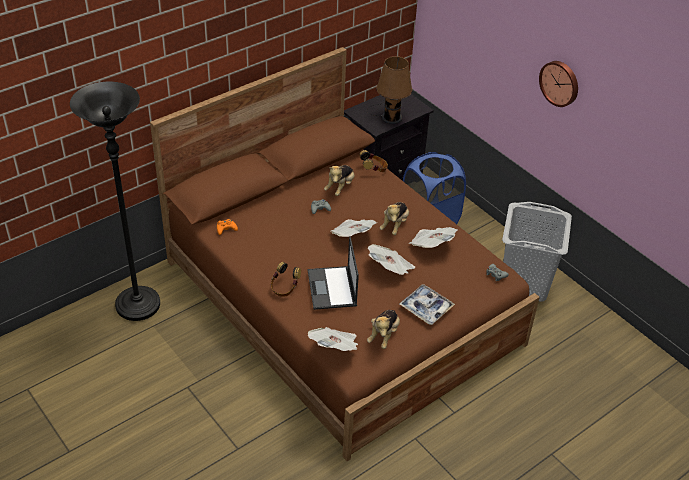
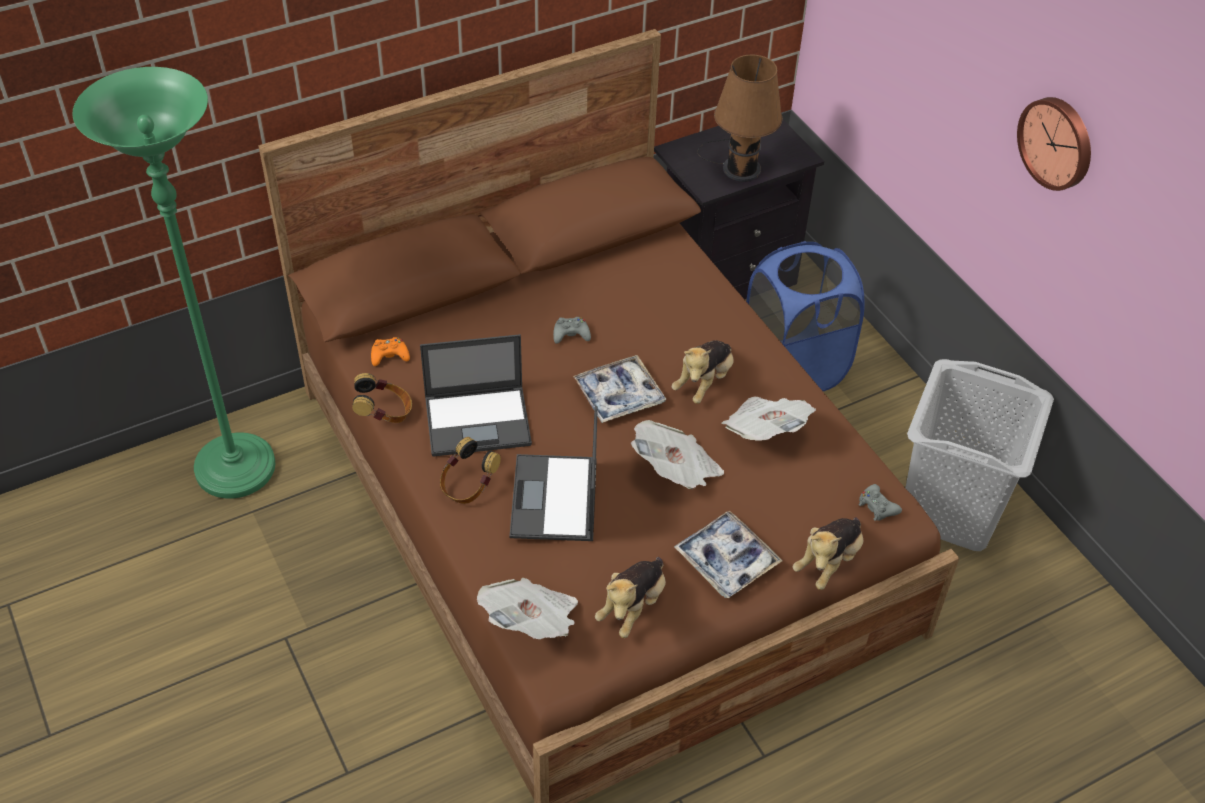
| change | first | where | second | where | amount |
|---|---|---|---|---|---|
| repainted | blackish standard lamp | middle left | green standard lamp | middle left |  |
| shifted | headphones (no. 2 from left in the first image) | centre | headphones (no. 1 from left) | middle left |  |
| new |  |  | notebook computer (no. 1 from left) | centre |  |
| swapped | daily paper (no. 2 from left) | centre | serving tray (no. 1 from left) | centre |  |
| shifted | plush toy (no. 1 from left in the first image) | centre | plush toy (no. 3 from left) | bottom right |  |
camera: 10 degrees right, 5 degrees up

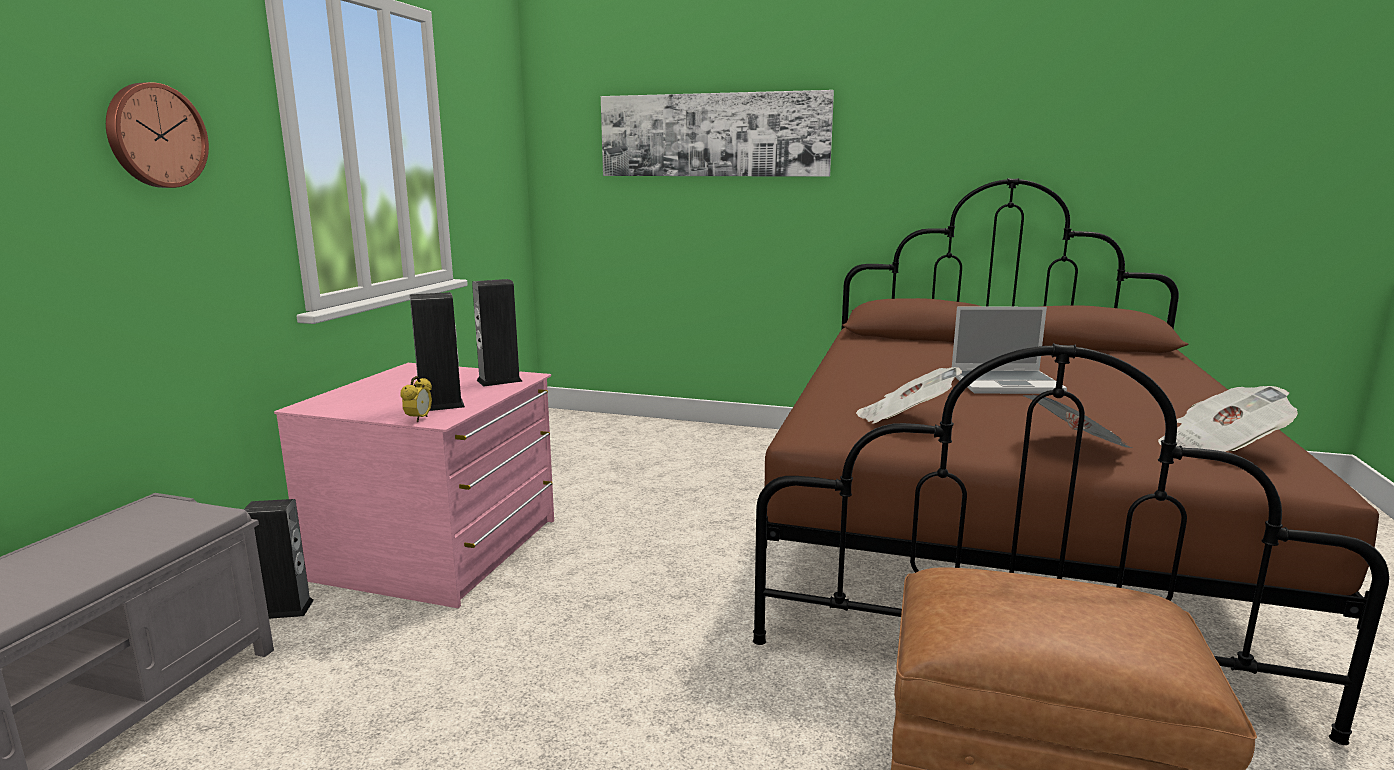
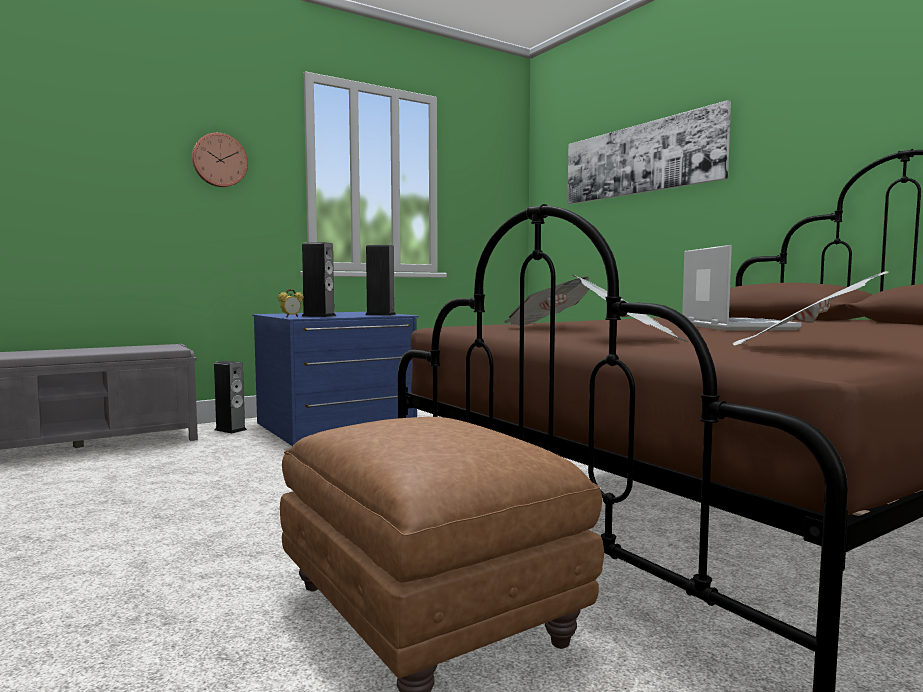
| change | first | where | second | where | amount |
|---|---|---|---|---|---|
| repainted | pink-coloured chest of drawers | middle left | bluish chest of drawers | centre |  |
| rotated | notebook computer | middle right |  | middle right | 135 degrees counterclockwise |
camera: 40 degrees right, 10 degrees down

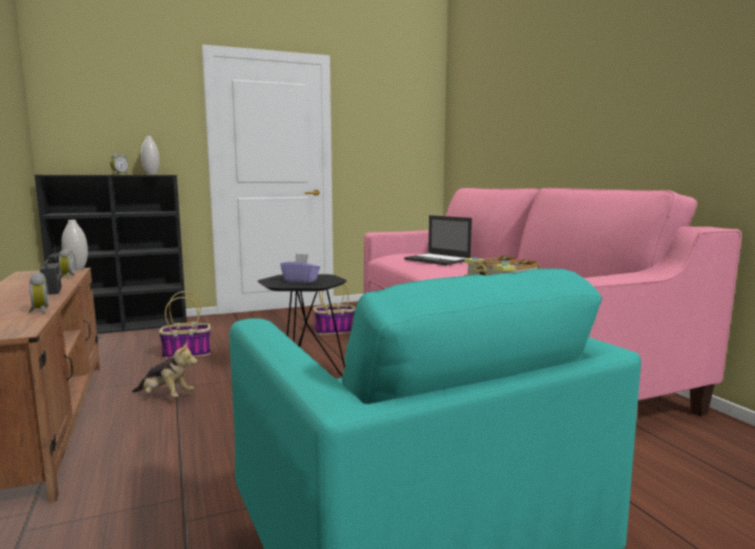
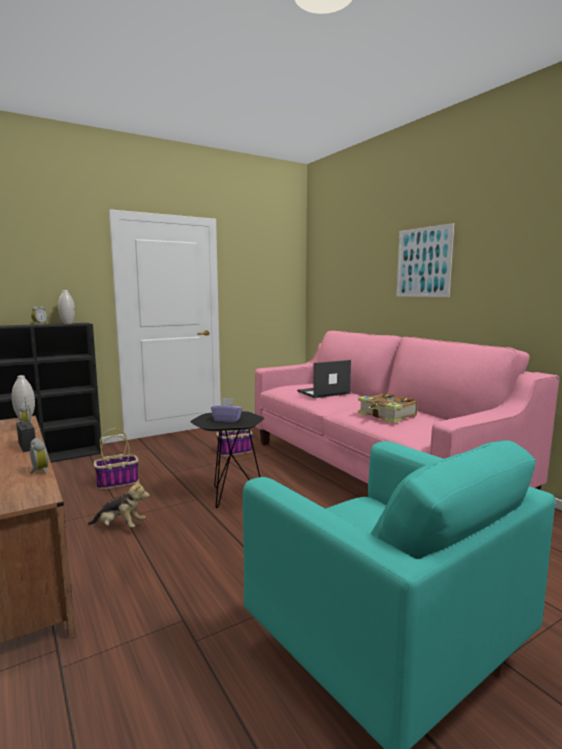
| change | first | where | second | where | amount |
|---|---|---|---|---|---|
| rotated | notebook computer | centre |  | centre | 120 degrees clockwise |
| new |  |  | picture | middle right |  |
camera: 10 degrees left, 0 degrees up

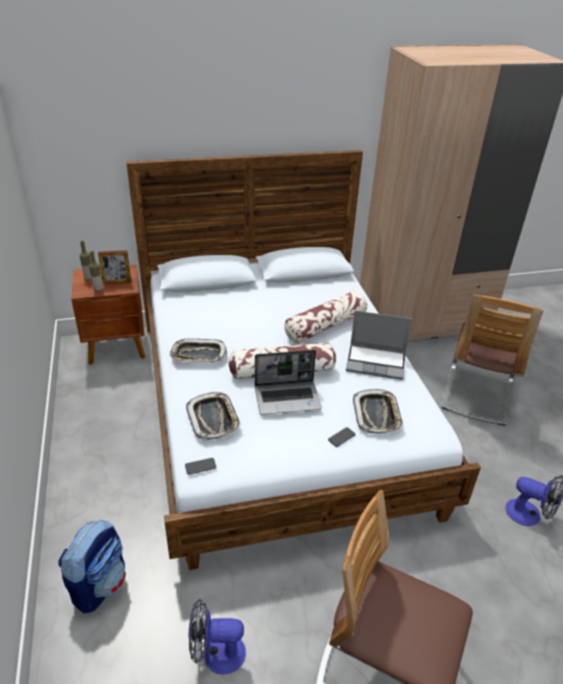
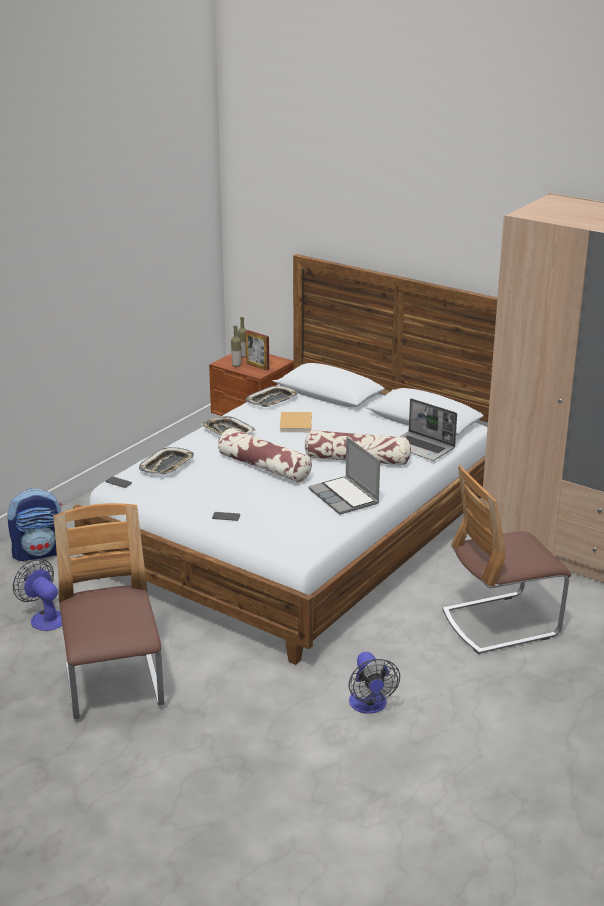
| change | first | where | second | where | amount |
|---|---|---|---|---|---|
| shifted | serving tray (no. 3 from left) | middle right |  | centre |  |
| new |  |  | sand-coloured bound book | centre |  |
| shifted | notebook computer (no. 1 from left in the first image) | centre | notebook computer (no. 2 from left) | middle right |  |
camera: 50 degrees right, 10 degrees down

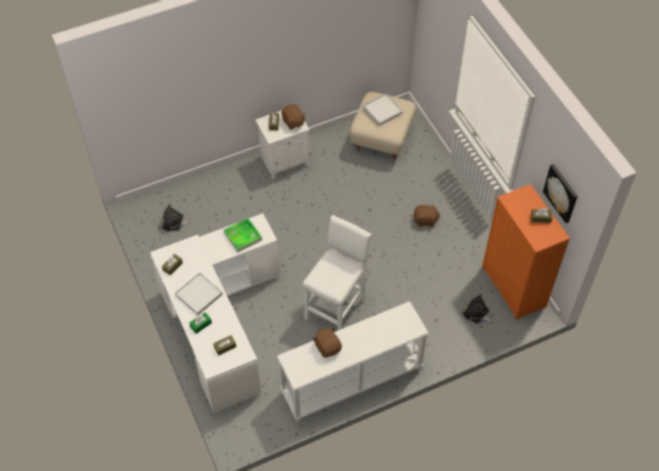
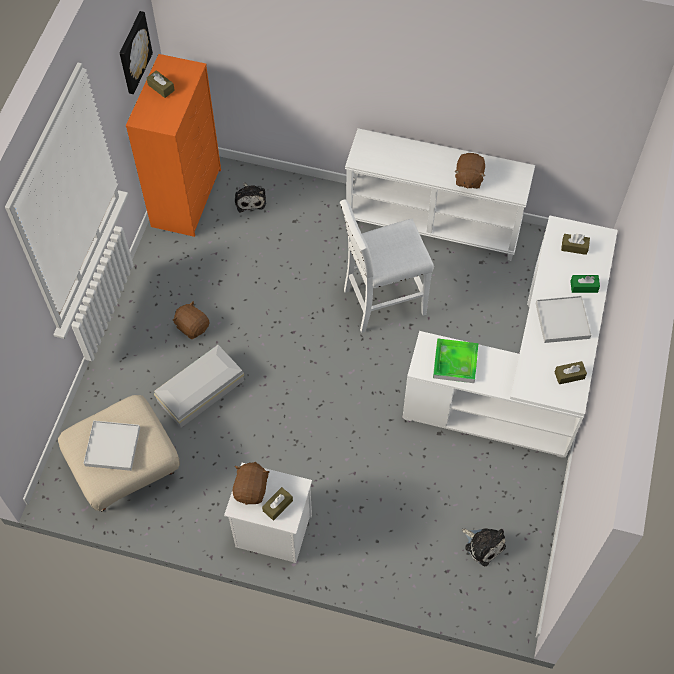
| change | first | where | second | where | amount |
|---|---|---|---|---|---|
| new |  |  | whitish storage box | middle left |  |
camera: 140 degrees left, 5 degrees up

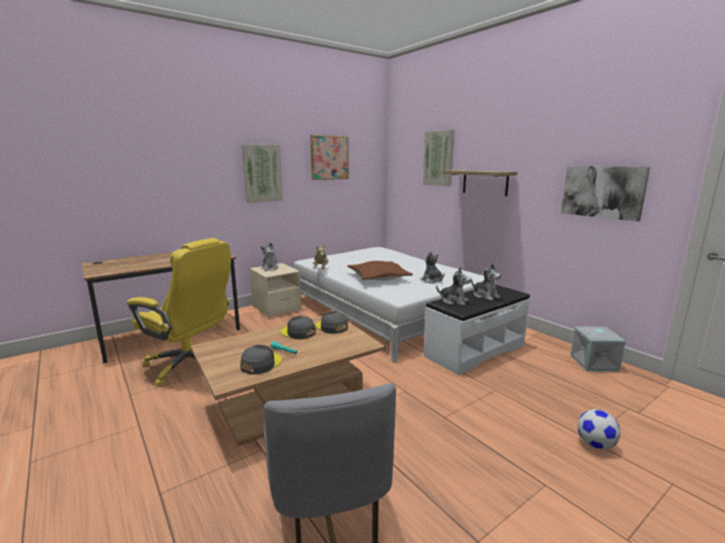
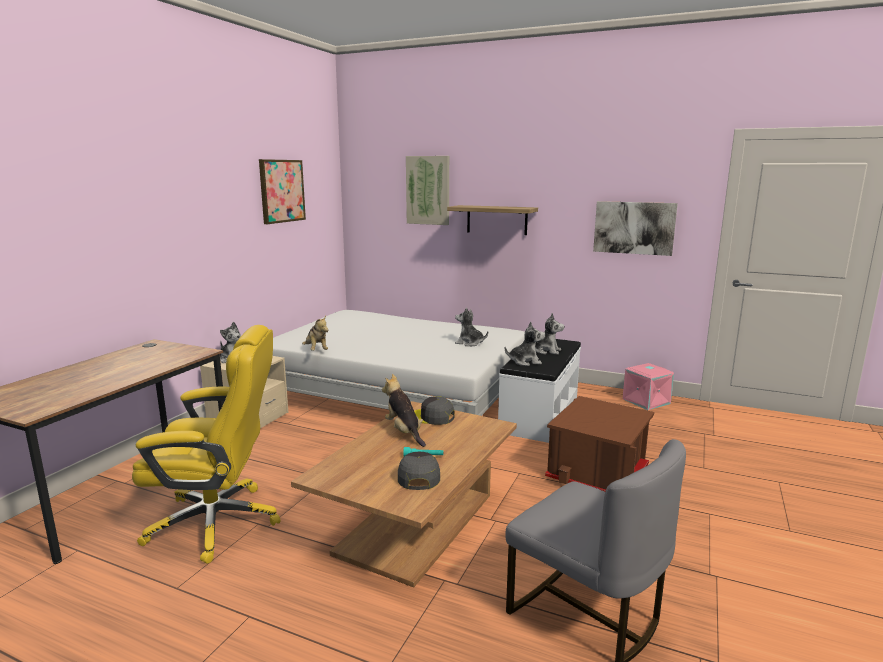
| change | first | where | second | where | amount |
|---|---|---|---|---|---|
| swapped | grey cap (no. 2 from left) | centre | plush toy (no. 3 from left) | centre |  |
| new |  |  | brown storage box | bottom right |  |
| repainted | grey storage box | middle right | pink-coloured storage box | middle right |  |
| gone | picture (no. 1 from left) | top centre |  |  |  |
| gone | brown cushion | centre |  |  |  |
| gone | football | bottom right |  |  |  |
camera: 30 degrees left, 0 degrees up

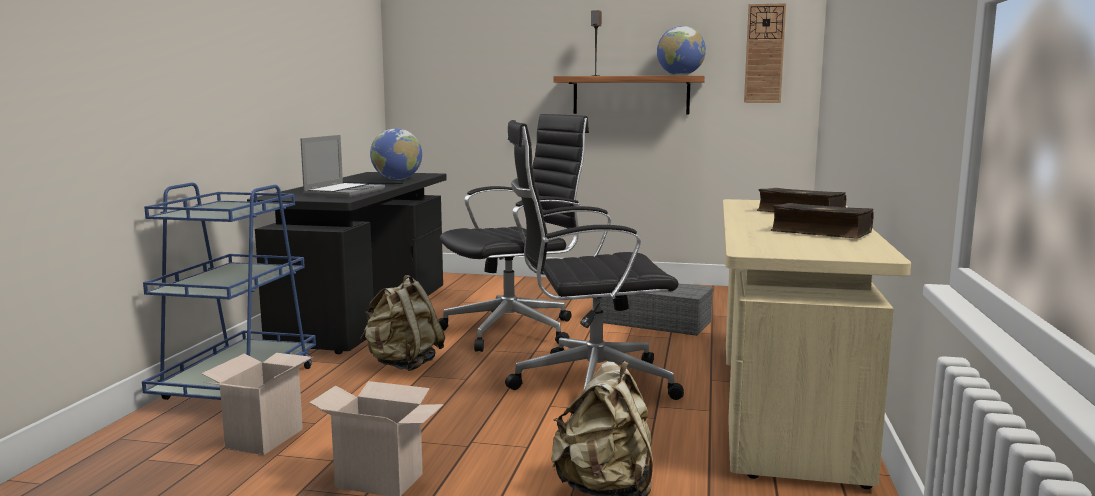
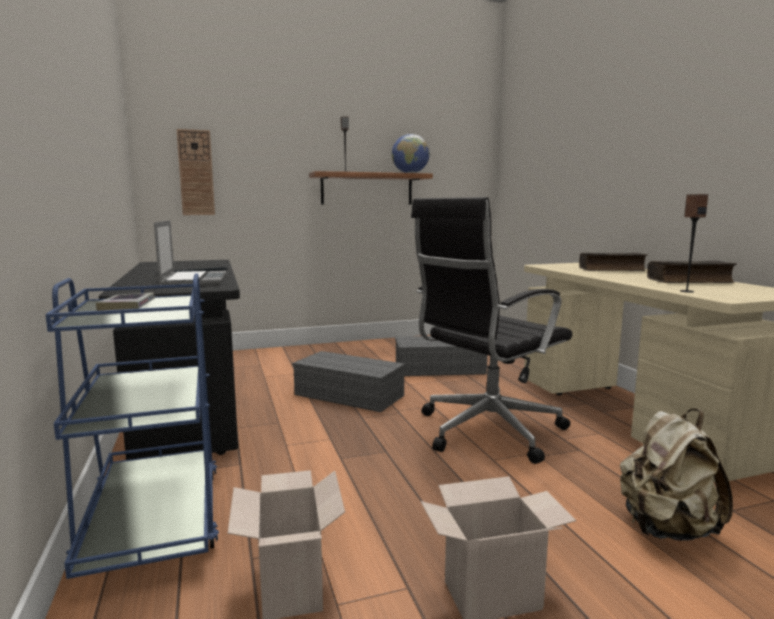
| change | first | where | second | where | amount |
|---|---|---|---|---|---|
| new |  |  | bound book (no. 1 from left) | middle left |  |
| shifted | clock on the wall | top right |  | top left |  |
| swapped | blackish desk chair (no. 1 from left) | centre | grey storage box (no. 1 from left) | centre |  |
| new |  |  | loudspeaker (no. 2 from left) | middle right |  |
| gone | sand-coloured backpack (no. 1 from left) | centre |  |  |  |
| gone | desk globe (no. 1 from left) | top centre |  |  |  |
camera: 30 degrees left, 0 degrees up

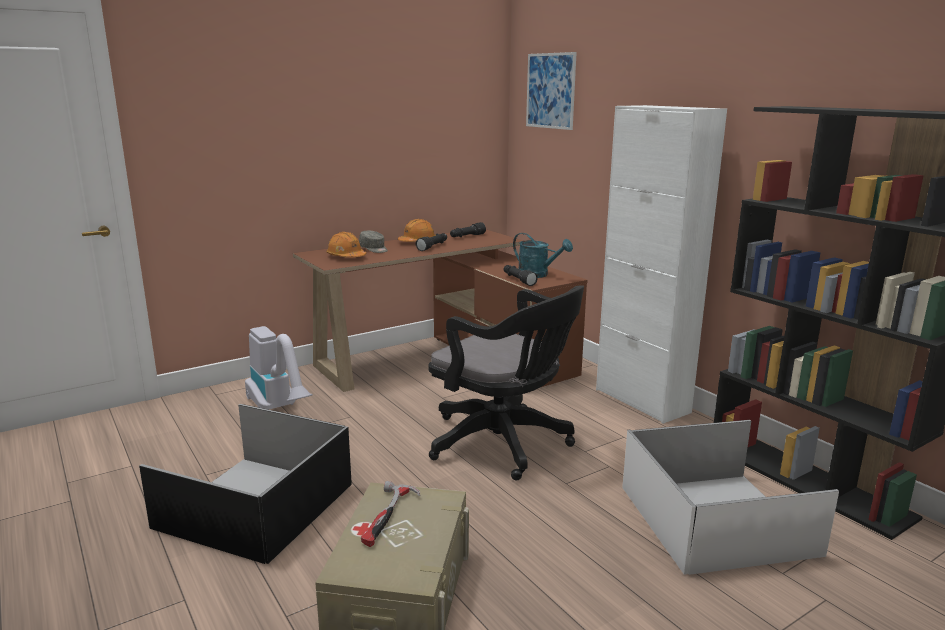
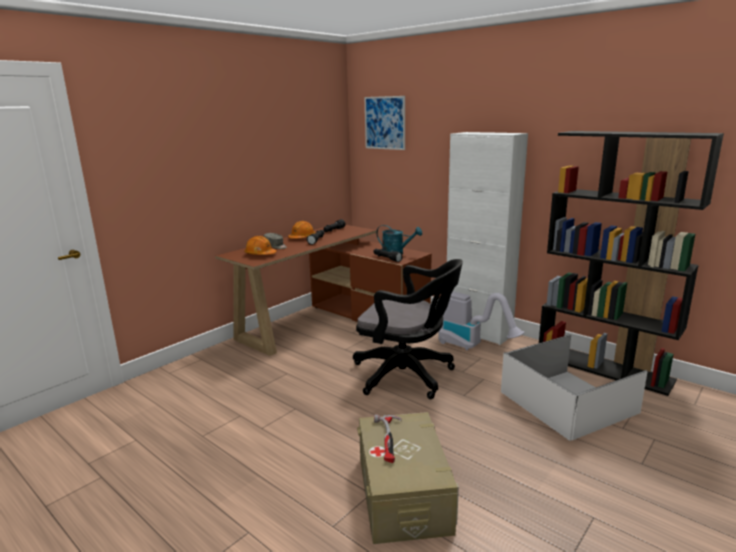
| change | first | where | second | where | amount |
|---|---|---|---|---|---|
| shifted | vacuum | middle left |  | centre |  |
| gone | blackish storage box | bottom left |  |  |  |
camera: 15 degrees left, 0 degrees up

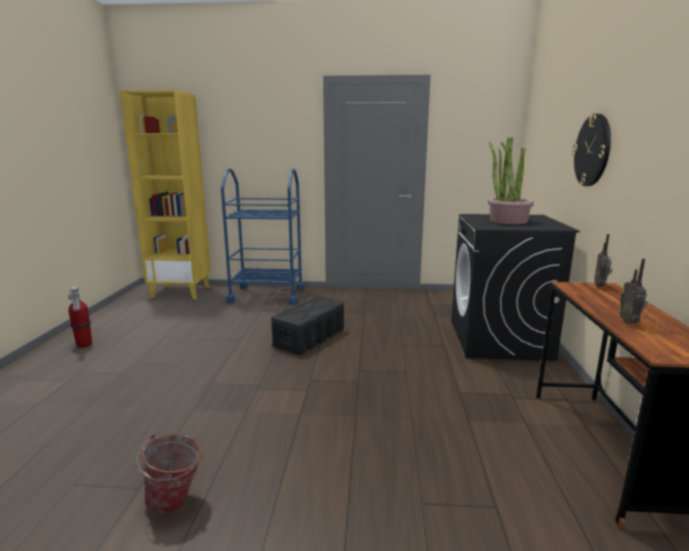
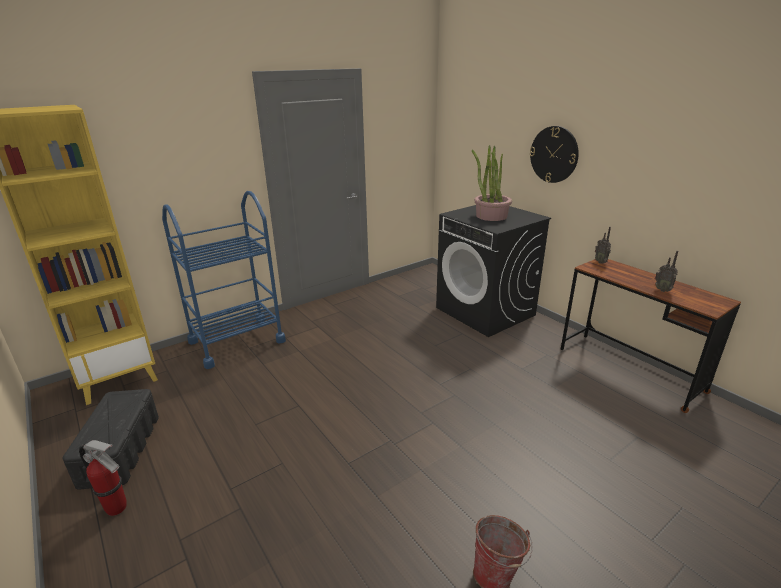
| change | first | where | second | where | amount |
|---|---|---|---|---|---|
| shifted | blackish storage box | centre |  | bottom left |  |
camera: 40 degrees left, 10 degrees up

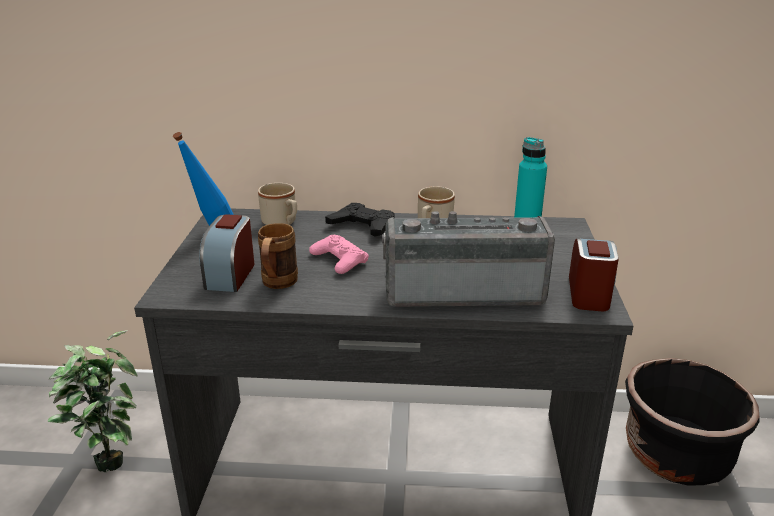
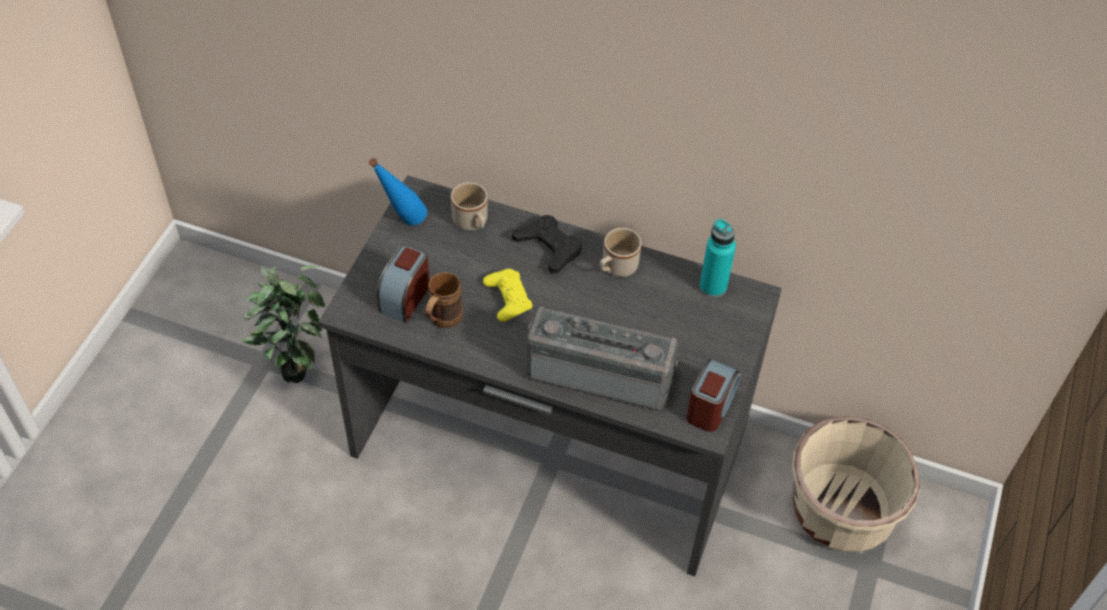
| change | first | where | second | where | amount |
|---|---|---|---|---|---|
| repainted | pink-coloured game controller | centre | yellowish game controller | centre |  |
| repainted | blackish flower pot | bottom right | sand-coloured flower pot | bottom right |  |
camera: 15 degrees right, 25 degrees up

